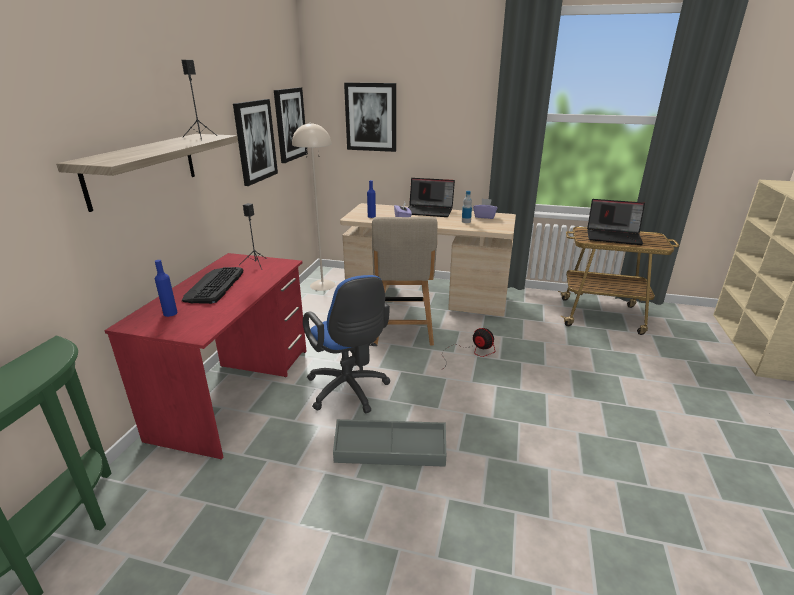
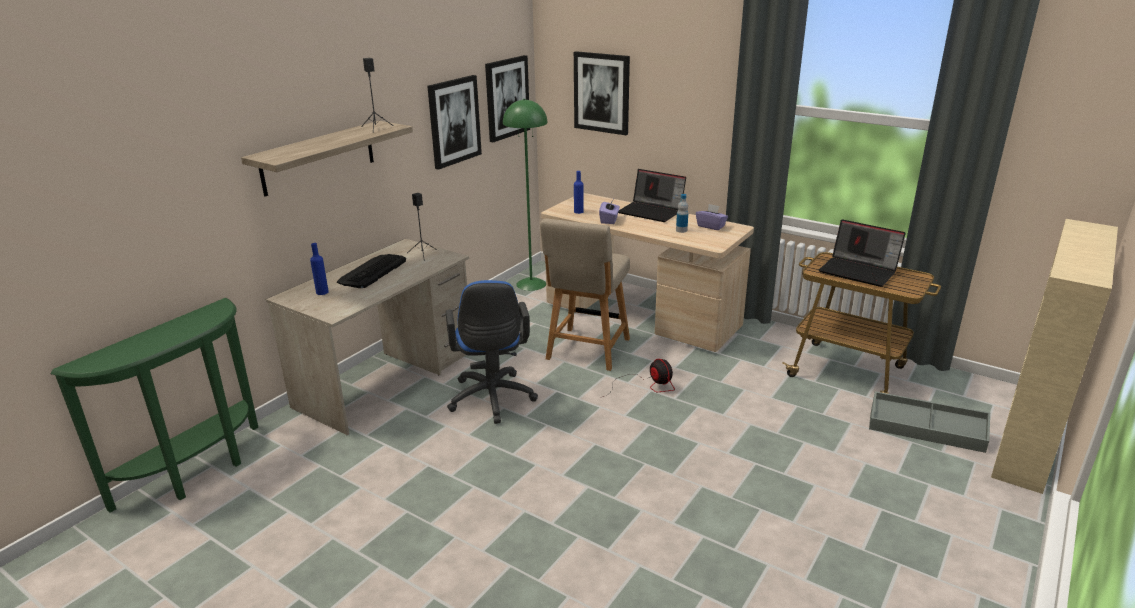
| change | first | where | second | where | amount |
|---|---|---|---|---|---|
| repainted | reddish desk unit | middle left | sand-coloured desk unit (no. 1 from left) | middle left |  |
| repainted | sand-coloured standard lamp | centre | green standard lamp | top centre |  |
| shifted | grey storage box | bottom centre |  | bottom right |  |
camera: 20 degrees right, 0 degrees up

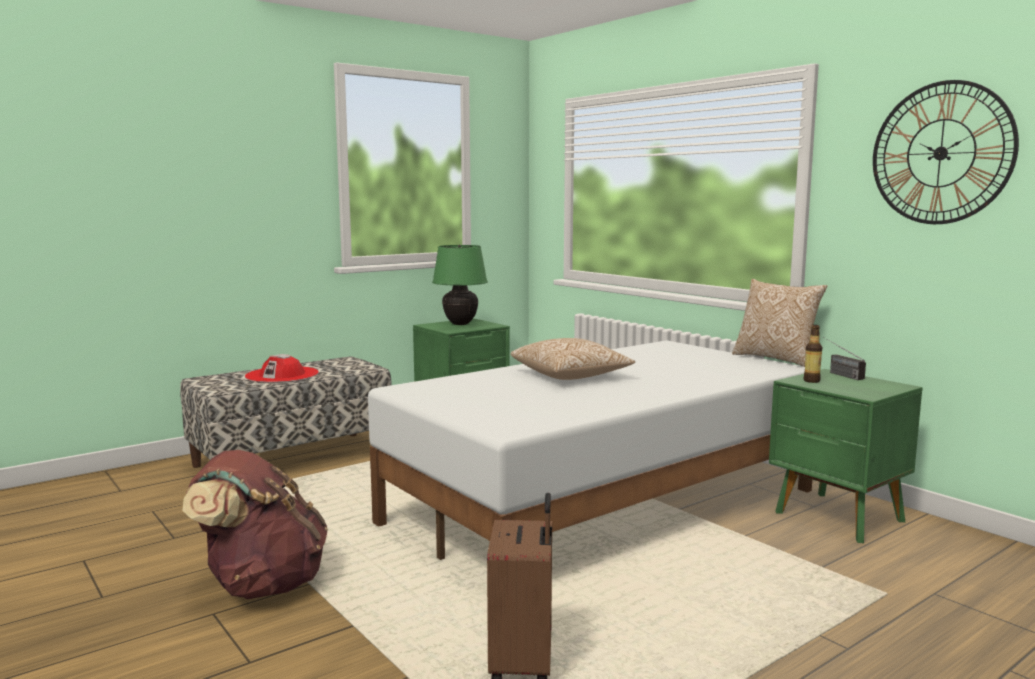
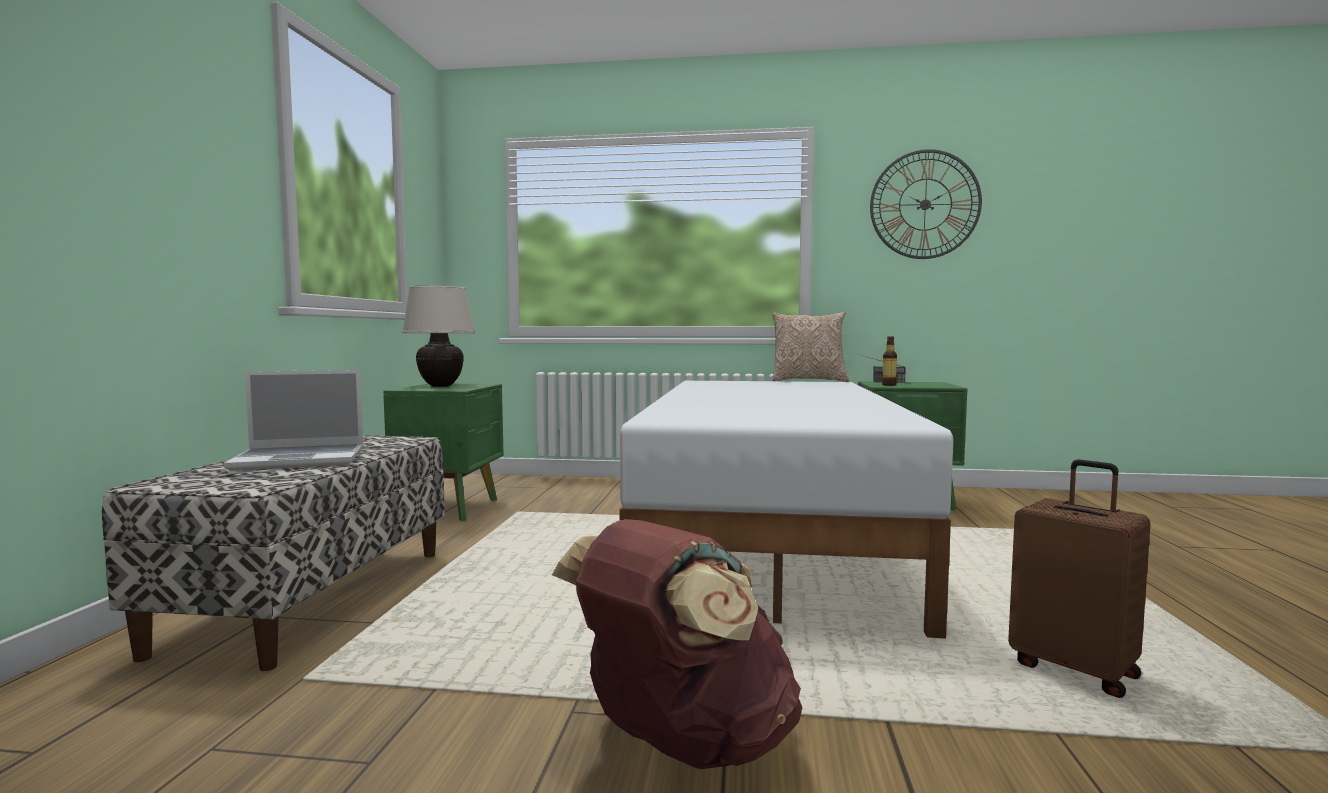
| change | first | where | second | where | amount |
|---|---|---|---|---|---|
| swapped | reddish wearable hat | middle left | notebook computer | middle left |  |
| repainted | green tabletop lamp | centre | sand-coloured tabletop lamp | middle left |  |
| gone | cushion (no. 1 from left) | centre |  |  |  |
camera: 45 degrees left, 5 degrees down

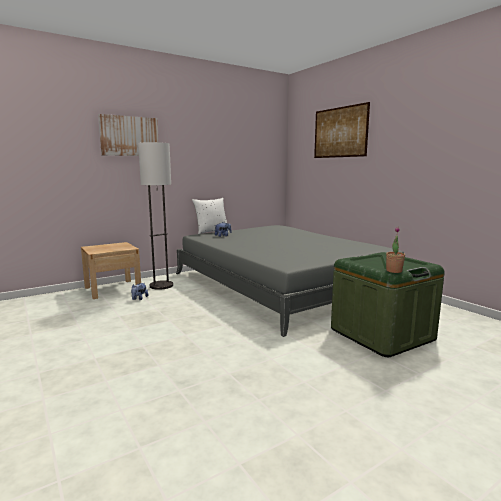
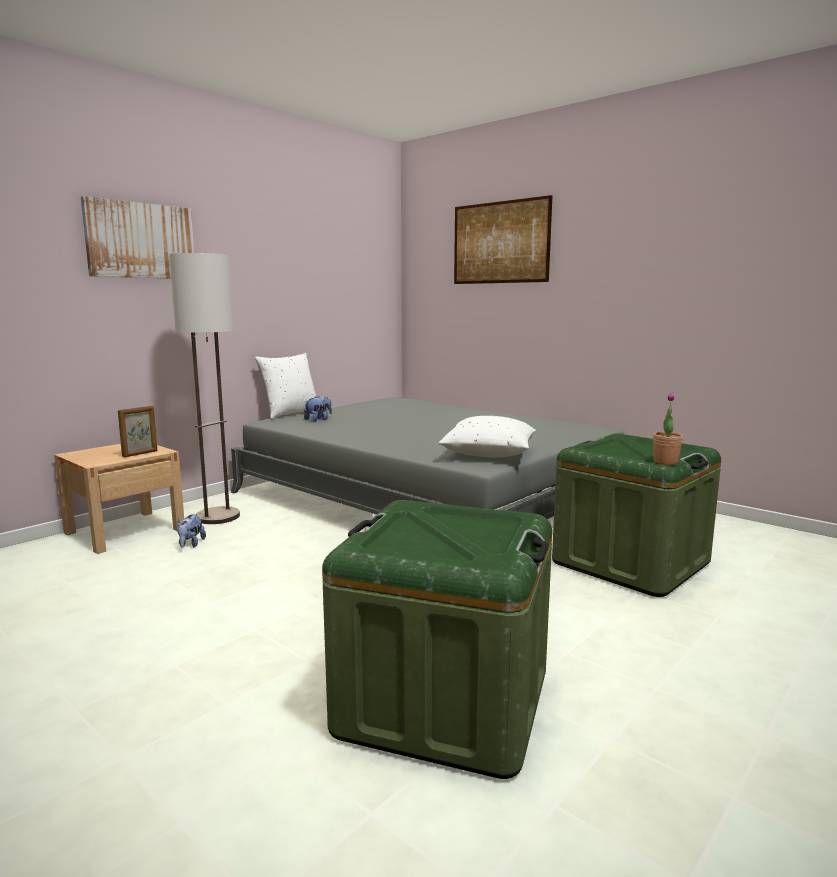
| change | first | where | second | where | amount |
|---|---|---|---|---|---|
| new |  |  | standing frame | middle left |  |
| new |  |  | green storage box (no. 1 from left) | bottom centre |  |
| new |  |  | whitish cushion (no. 2 from left) | centre |  |
camera: 15 degrees left, 0 degrees up

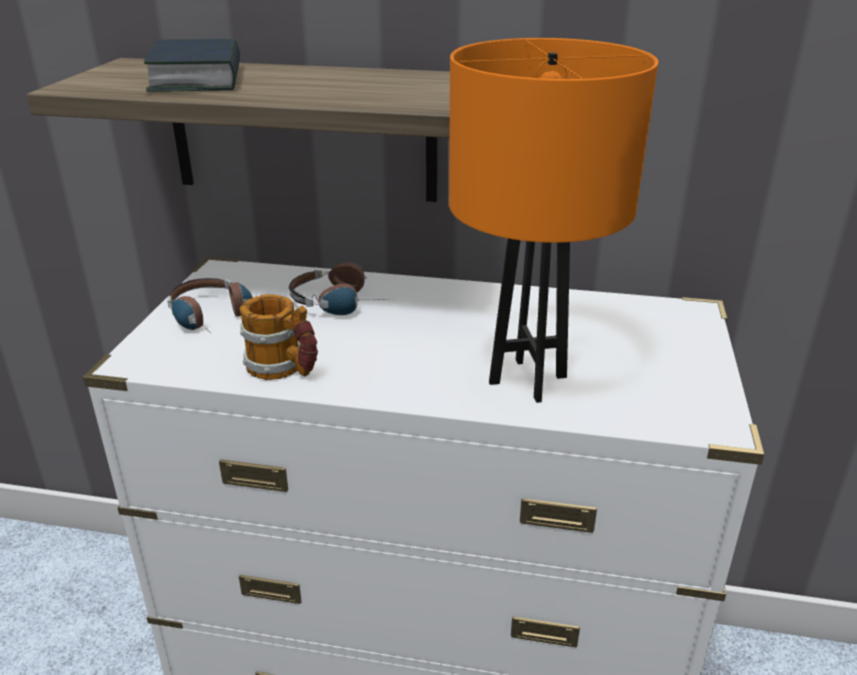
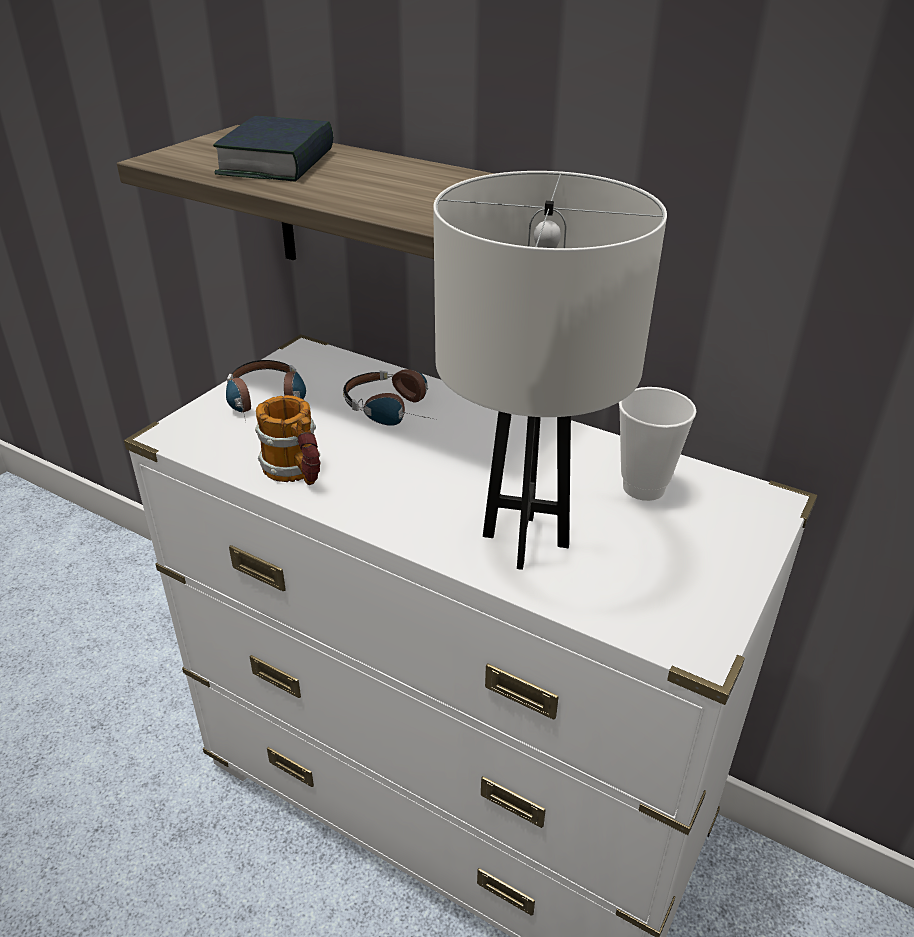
| change | first | where | second | where | amount |
|---|---|---|---|---|---|
| repainted | orangey tabletop lamp | top centre | whitish tabletop lamp | centre |  |
| new |  |  | drinking cup | middle right |  |
camera: 20 degrees right, 5 degrees up

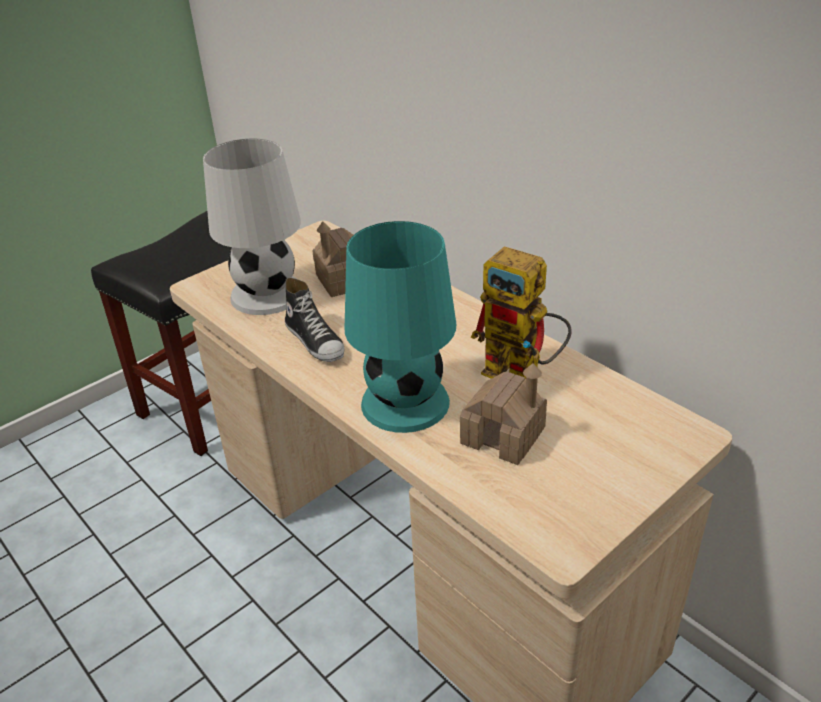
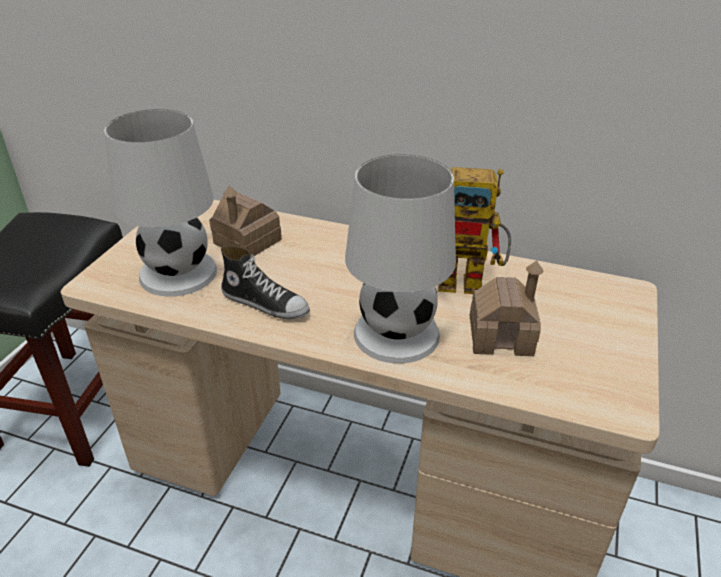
| change | first | where | second | where | amount |
|---|---|---|---|---|---|
| repainted | turquoise-coloured tabletop lamp | centre | whitish tabletop lamp (no. 2 from left) | centre |  |
camera: 30 degrees left, 0 degrees up

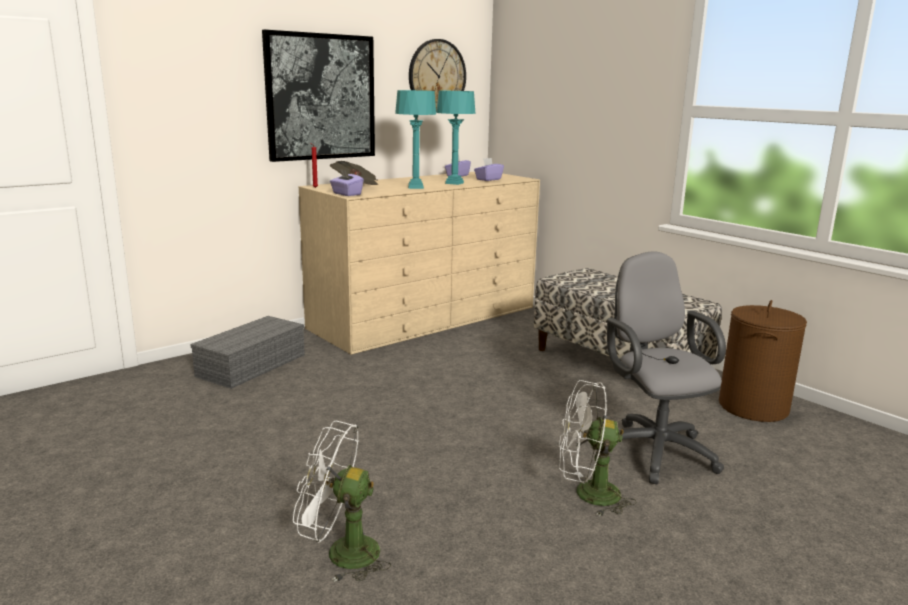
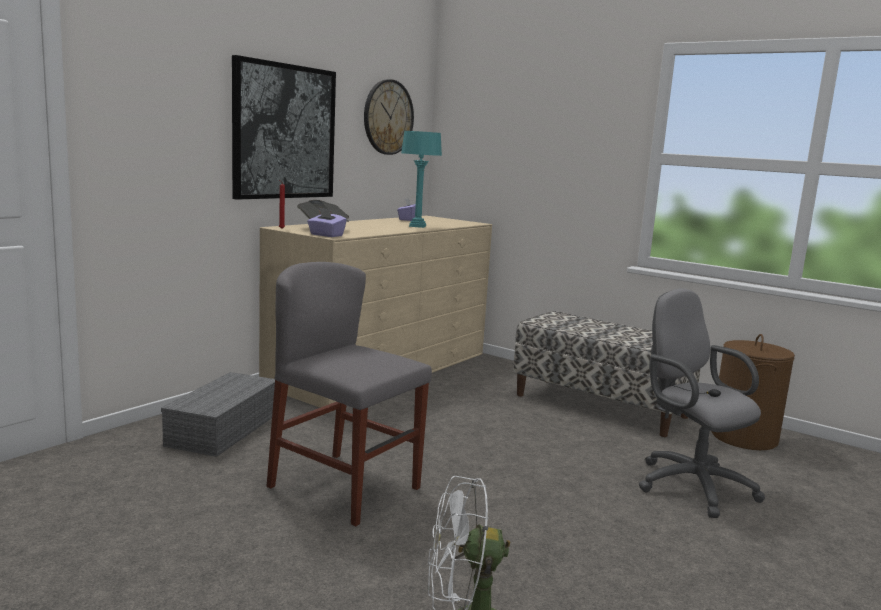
| change | first | where | second | where | amount |
|---|---|---|---|---|---|
| new |  |  | grey upright chair | centre |  |
| gone | turquoise-coloured tabletop lamp (no. 1 from left) | top centre |  |  |  |
| gone | purplish tissue box (no. 3 from left) | top centre |  |  |  |
| gone | whitish cooling fan (no. 2 from left) | bottom centre |  |  |  |
camera: 15 degrees left, 5 degrees down

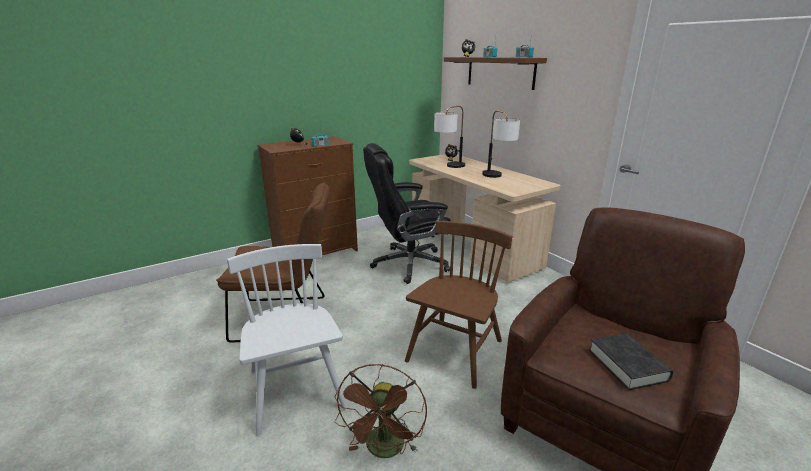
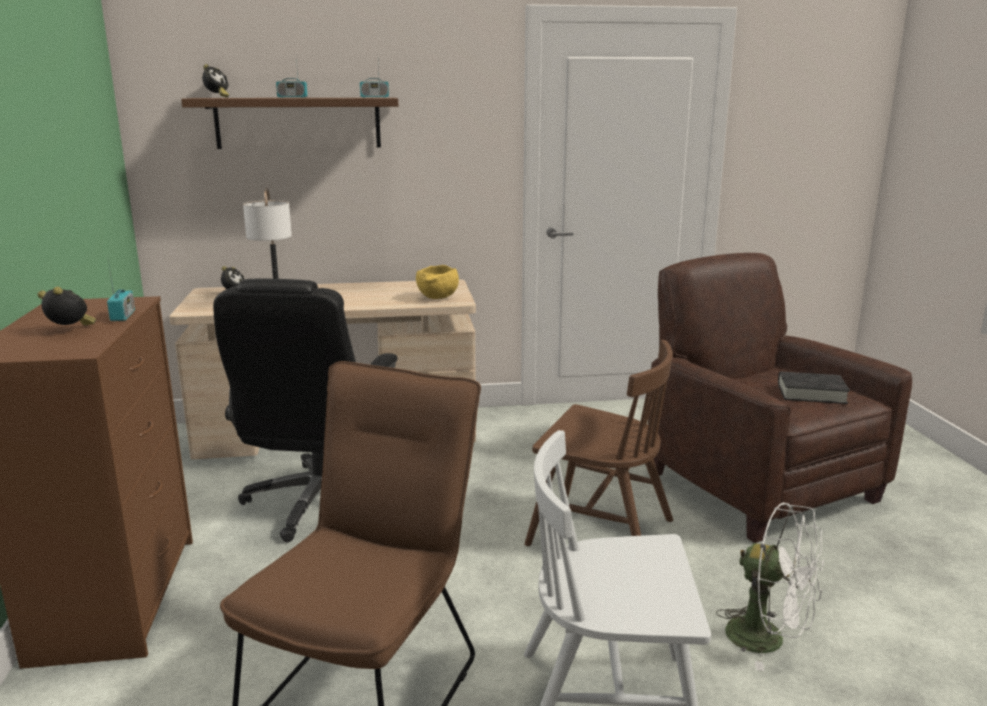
| change | first | where | second | where | amount |
|---|---|---|---|---|---|
| new |  |  | yellowish bowl | centre |  |
| rotated | brown upright chair (no. 2 from left) | centre |  | centre | 150 degrees clockwise |
| repainted | brown cooling fan | bottom centre | whitish cooling fan | bottom right |  |
| gone | tabletop lamp (no. 2 from left) | top centre |  |  |  |
camera: 65 degrees left, 5 degrees down

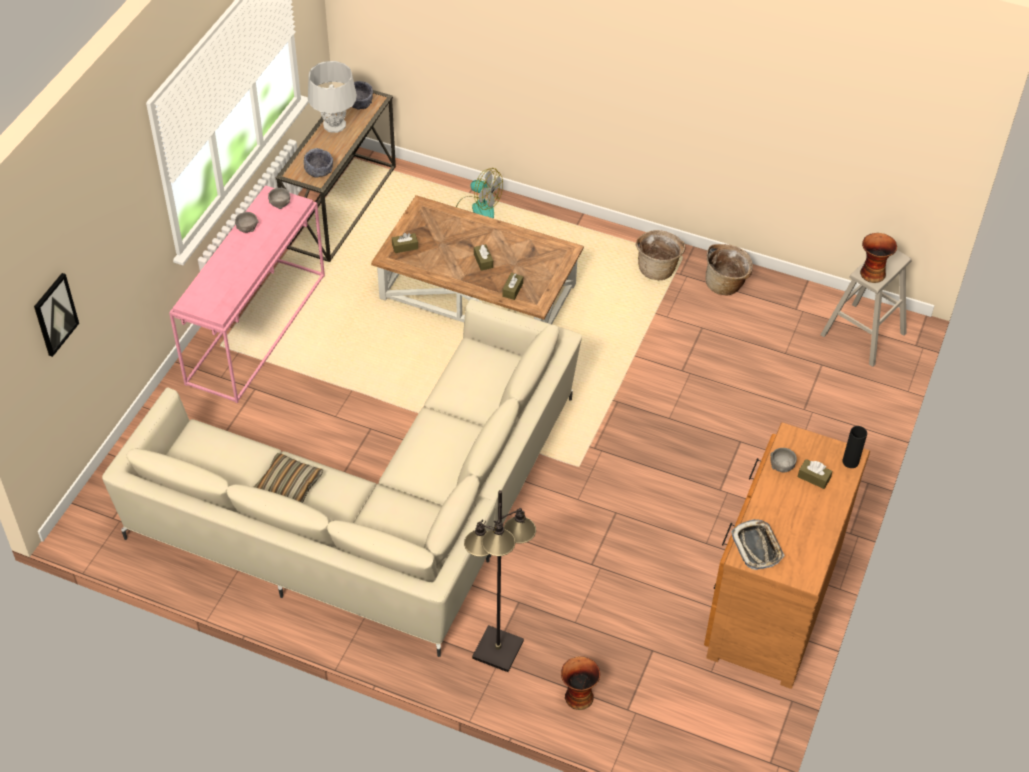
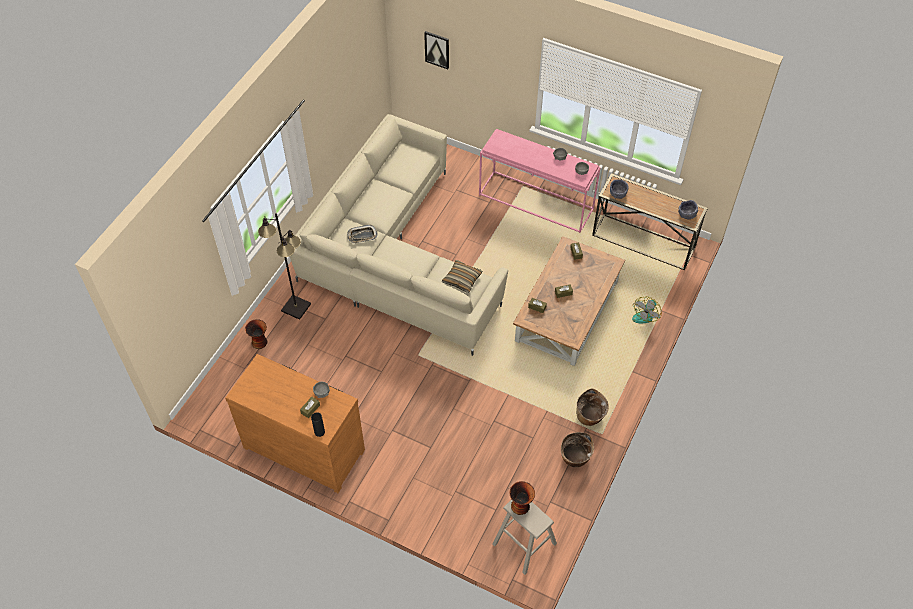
| change | first | where | second | where | amount |
|---|---|---|---|---|---|
| shifted | serving tray | bottom right |  | centre |  |
| shifted | cushion | middle left |  | centre |  |
| gone | grey tabletop lamp | top left |  |  |  |
camera: 95 degrees right, 5 degrees up

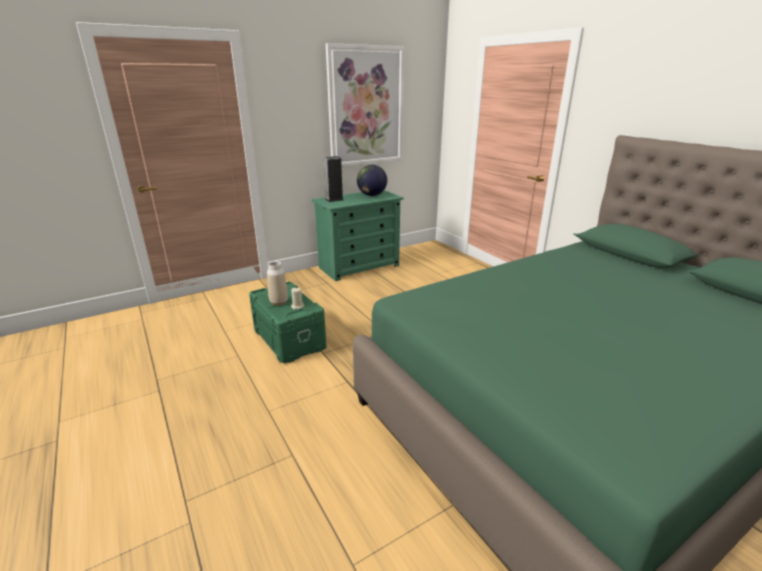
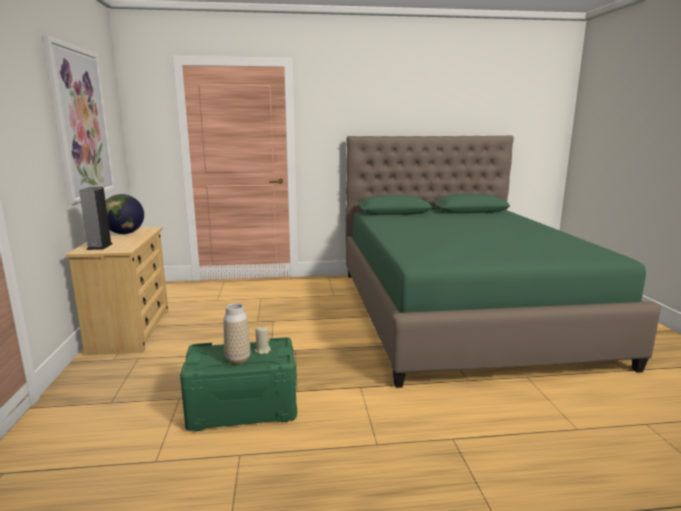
| change | first | where | second | where | amount |
|---|---|---|---|---|---|
| repainted | green chest of drawers | centre | sand-coloured chest of drawers | middle left |  |
camera: 65 degrees left, 10 degrees down

